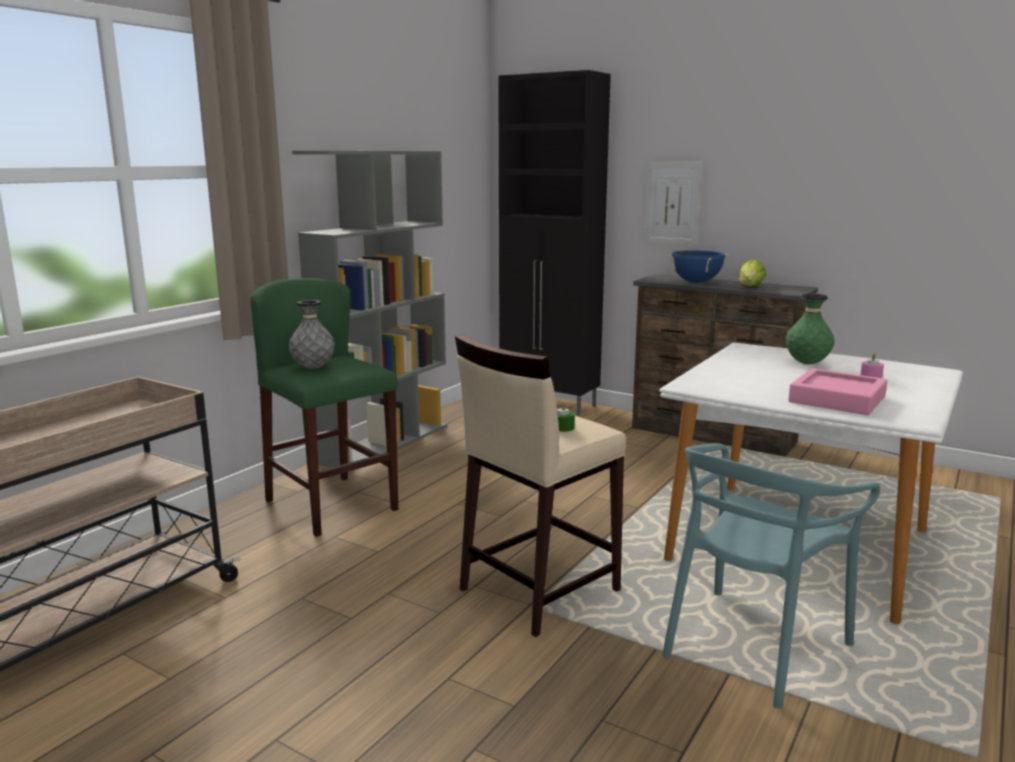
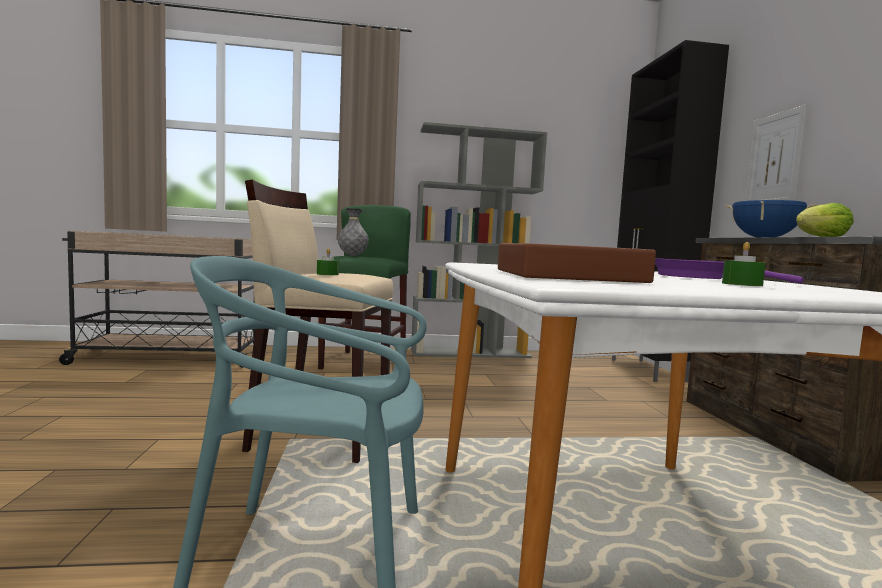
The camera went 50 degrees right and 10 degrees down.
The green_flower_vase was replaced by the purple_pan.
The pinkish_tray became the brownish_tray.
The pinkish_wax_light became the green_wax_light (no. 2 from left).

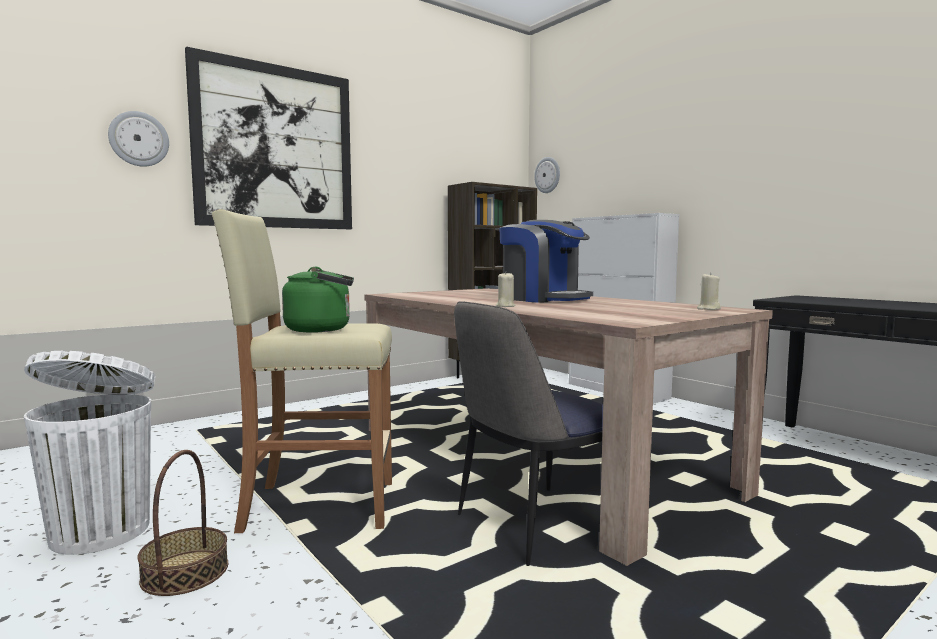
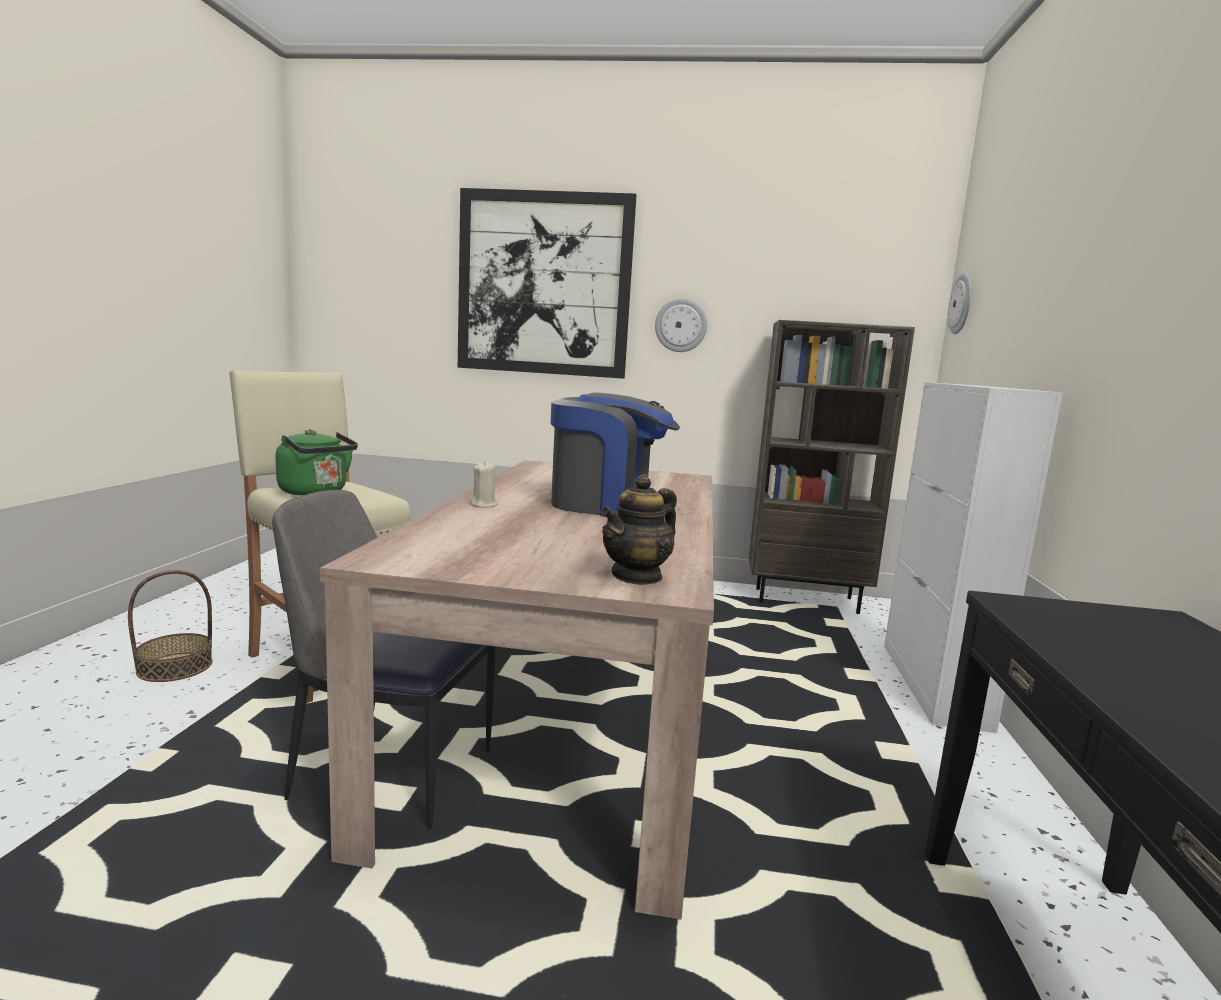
The camera went 45 degrees right and 5 degrees up.
The white_trash_can disappeared.
The hanging_clock (no. 1 from left) moved.
The coffee_machine turned 75 degrees counterclockwise.
The sand-coloured_wax_light (no. 2 from left) was replaced by the teapot.

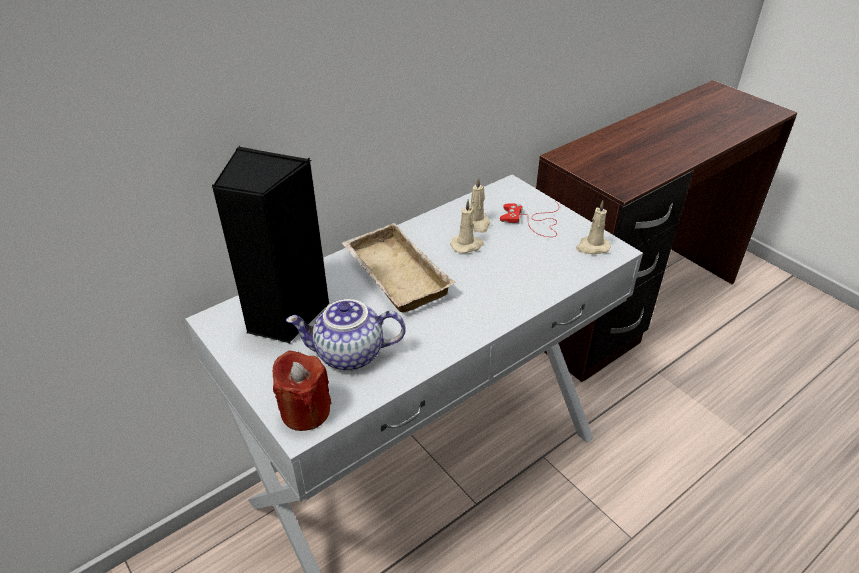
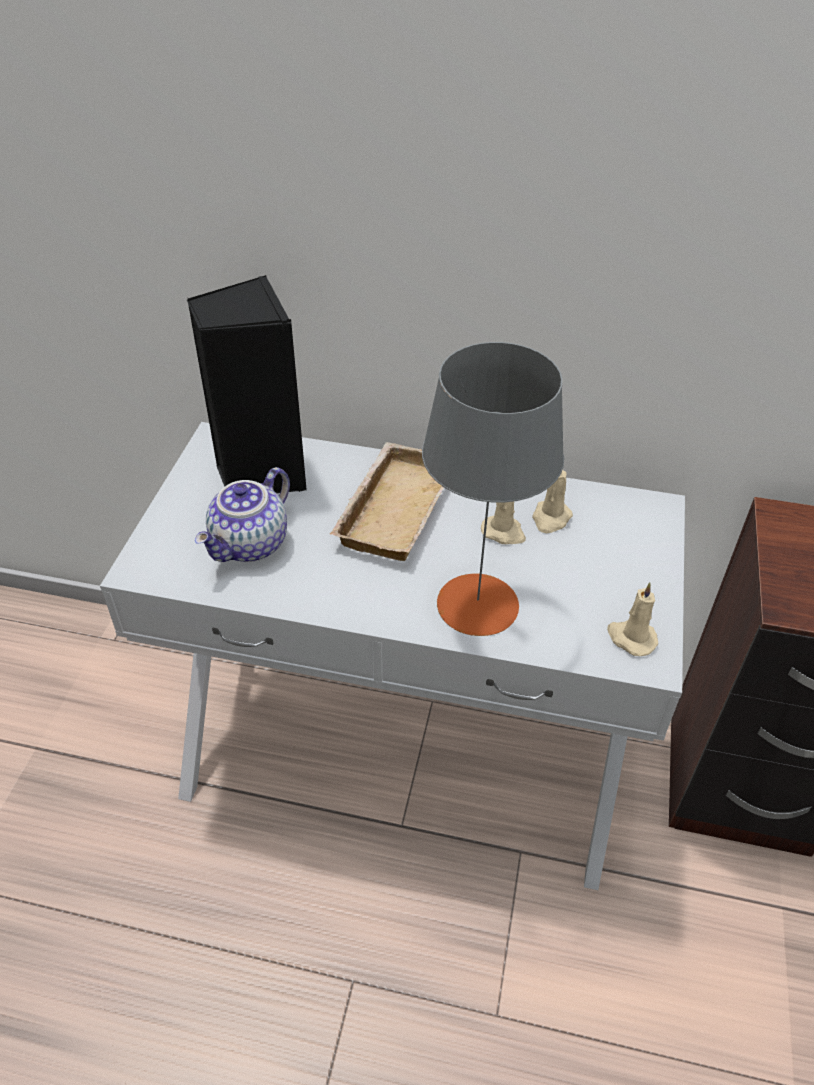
The camera went 50 degrees right and 5 degrees up.
The reddish_wax_light disappeared.
The teapot turned 105 degrees counterclockwise.
The reddish_joypad disappeared.
The gray_table_lamp appeared.

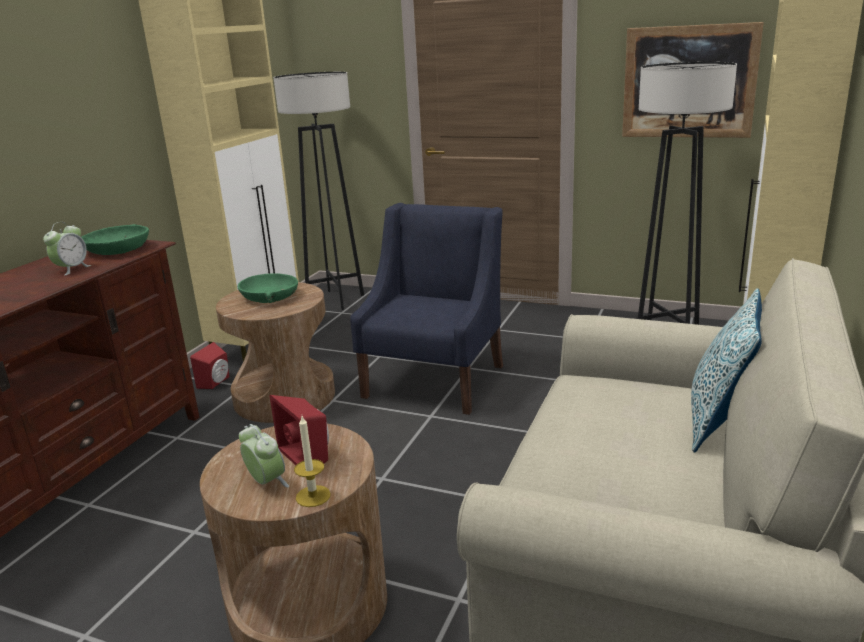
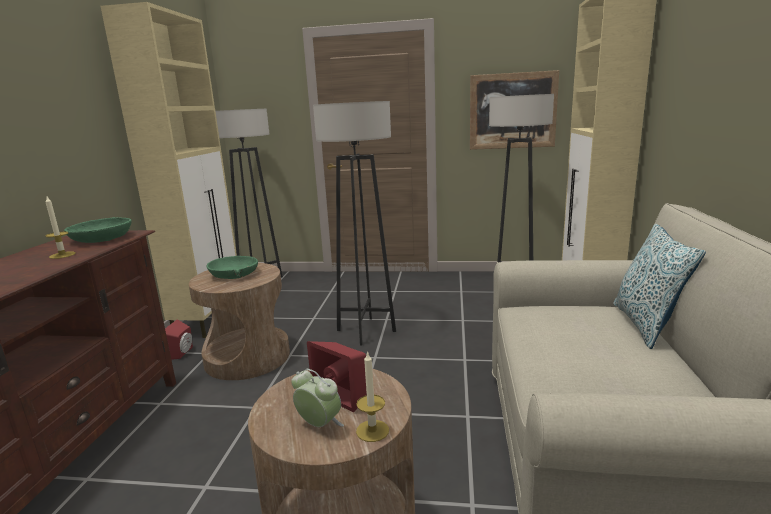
The camera went 15 degrees left and 5 degrees down.
The bedside_clock (no. 1 from left) was replaced by the wax_light (no. 1 from left).
The blue_easy_chair was replaced by the gray_floor_lamp (no. 2 from left).

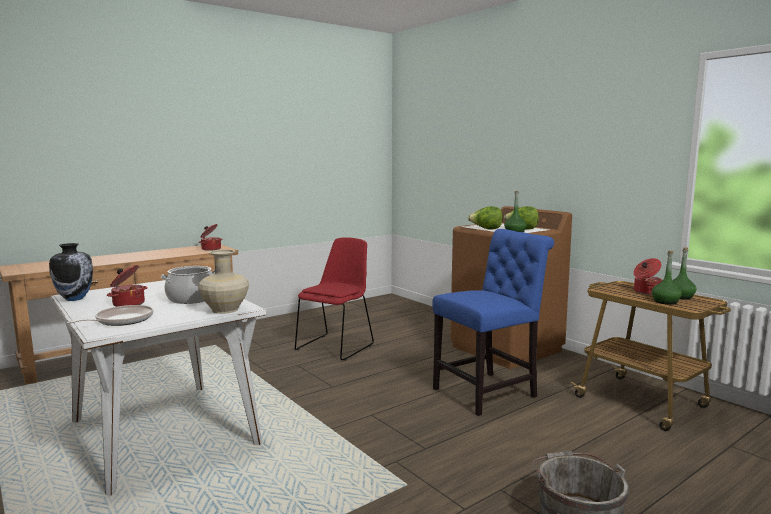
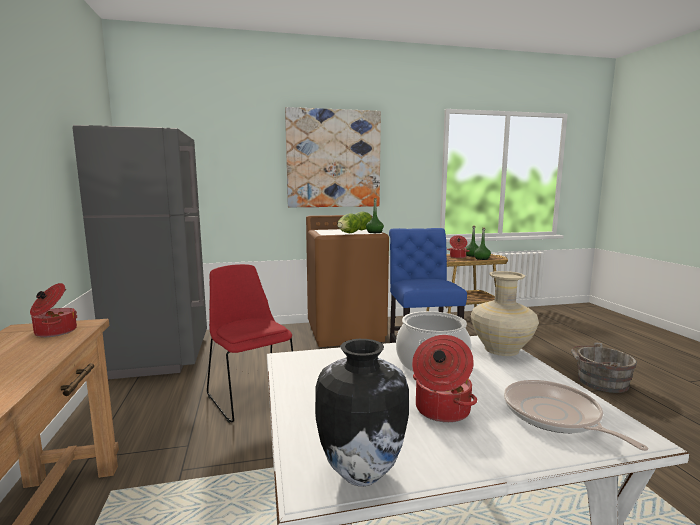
The camera went 65 degrees left and 0 degrees up.
The gray_refrigerator appeared.
The picture appeared.

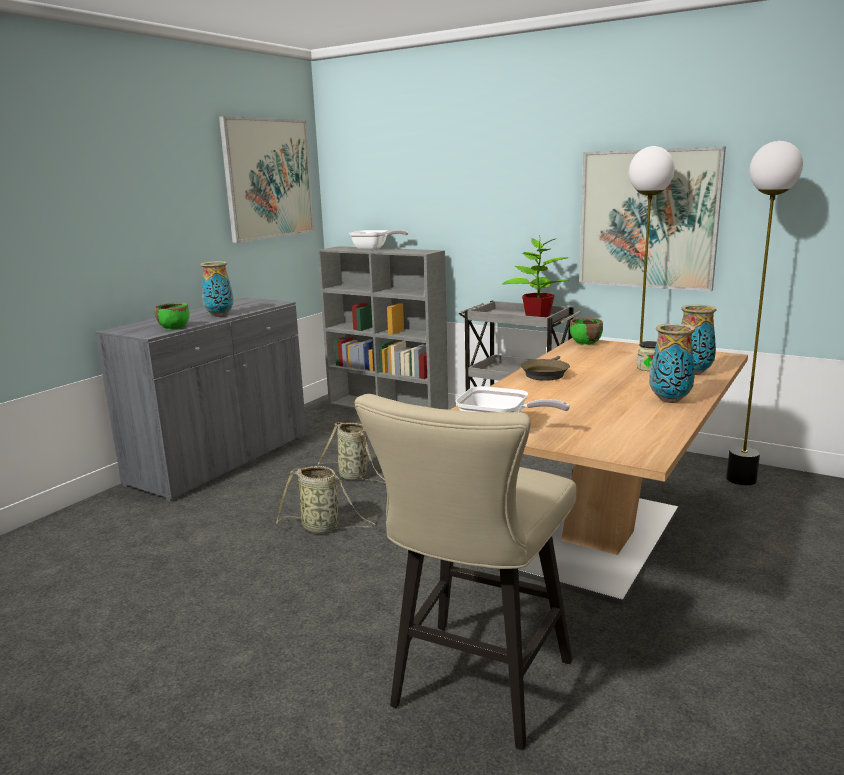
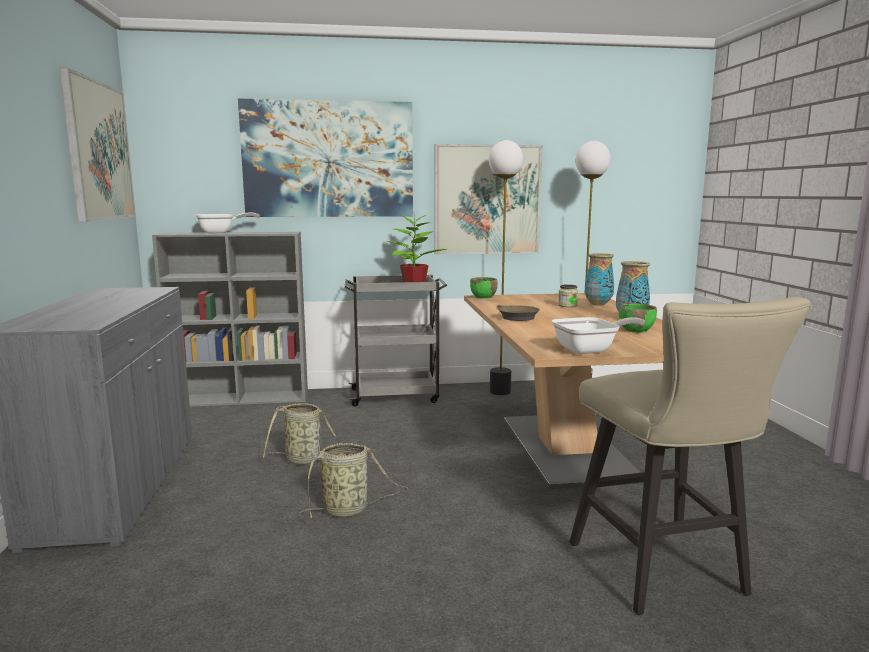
The camera went 40 degrees left and 5 degrees down.
The green_bowl (no. 1 from left in the first image) moved.
The flower_vase (no. 1 from left) disappeared.
The picture (no. 2 from left) appeared.

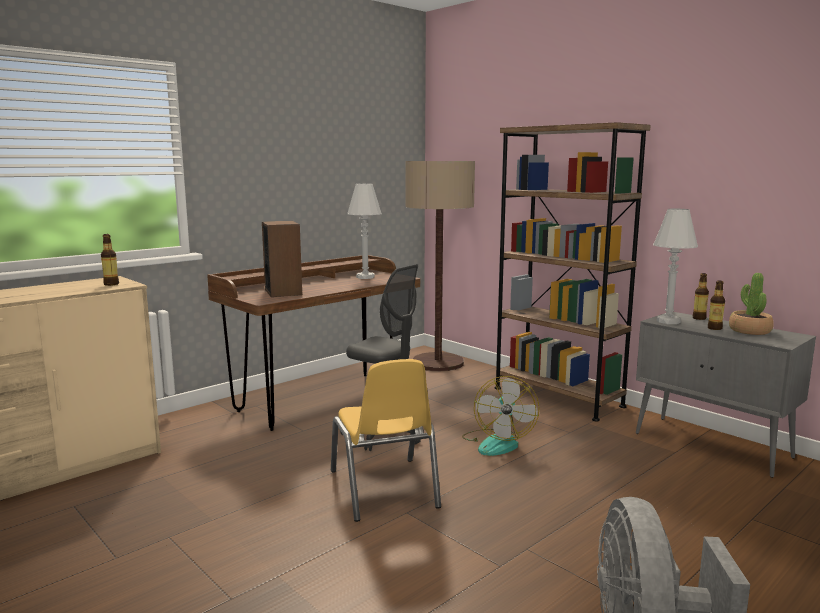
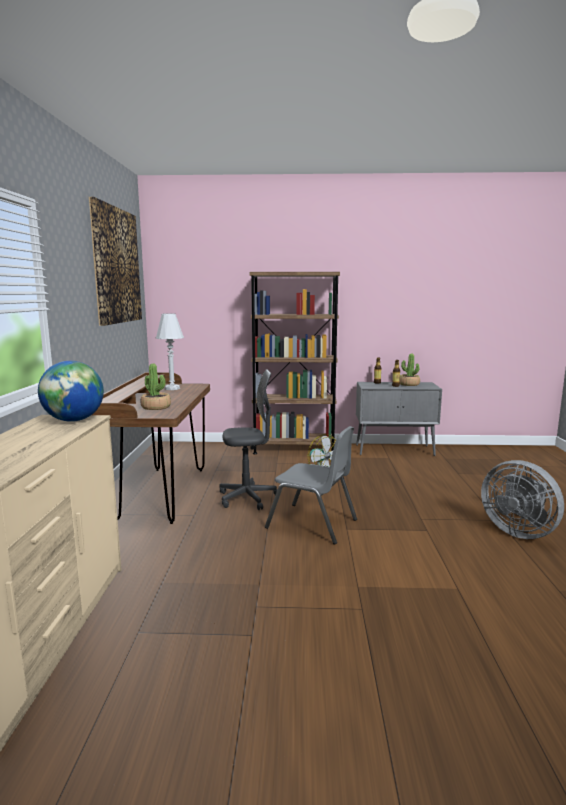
The camera went 45 degrees left and 0 degrees up.
The drink_bottle (no. 1 from left) was replaced by the desk_globe.
The speaker was replaced by the plant_in_a_pot (no. 1 from left).
The yellowish_plain_chair became the gray_plain_chair.
The floor_lamp disappeared.
The white_table_lamp (no. 2 from left) disappeared.
The picture appeared.

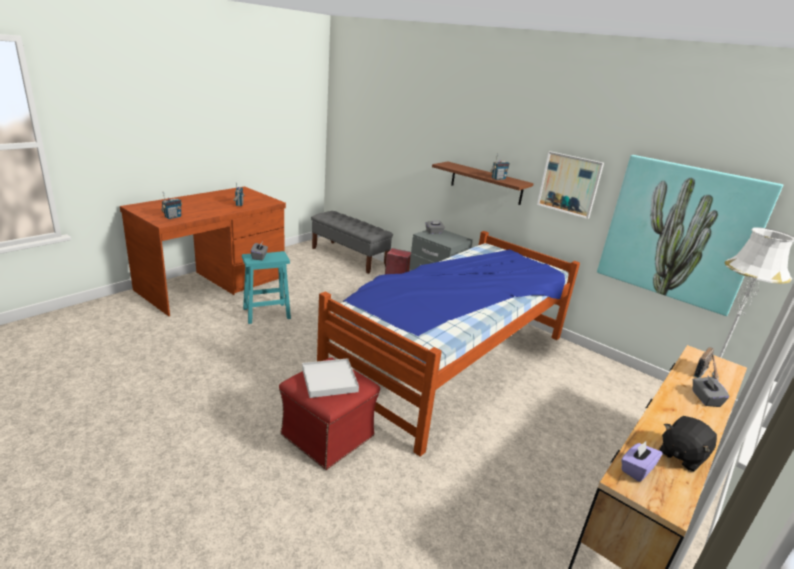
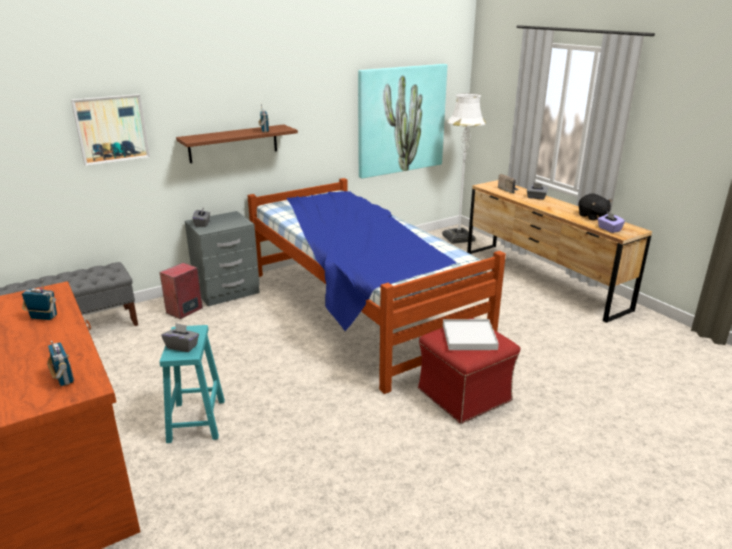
The camera went 70 degrees left and 0 degrees up.
The picture (no. 1 from left) moved.

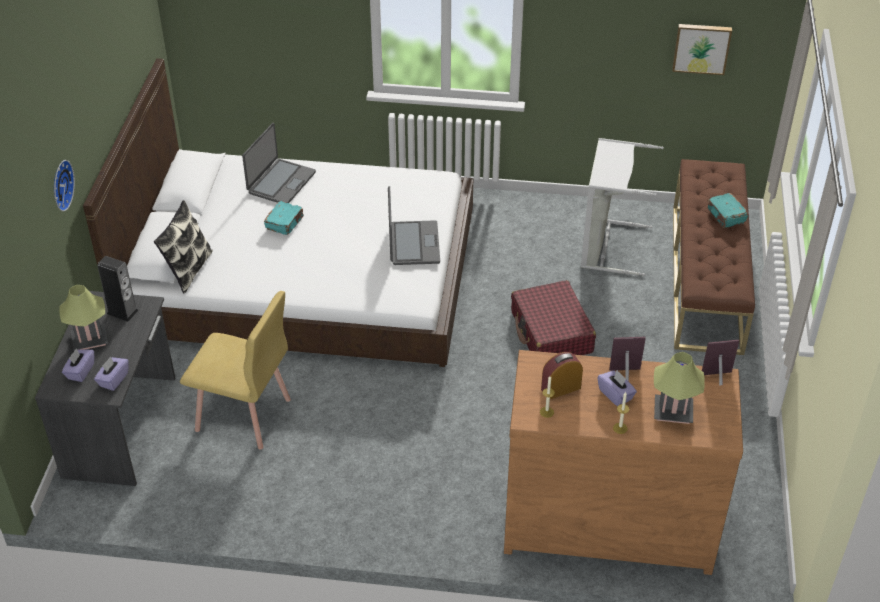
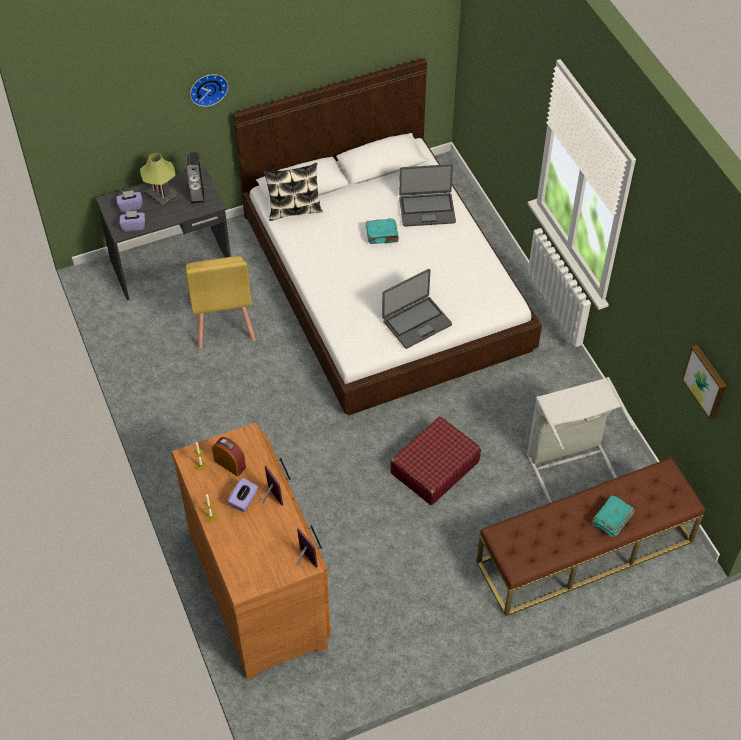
The camera went 60 degrees right and 10 degrees up.
The table_lamp (no. 2 from left) disappeared.

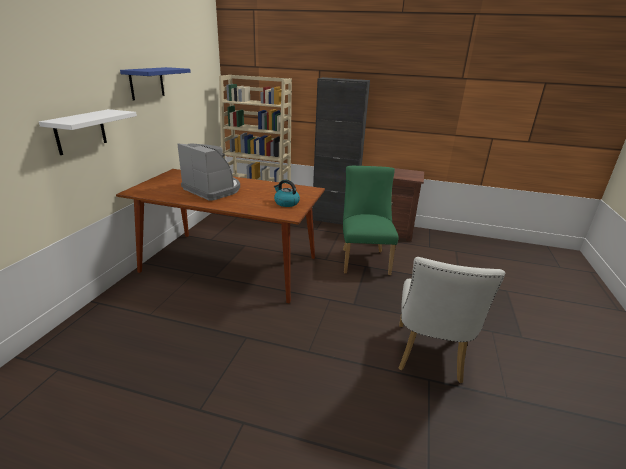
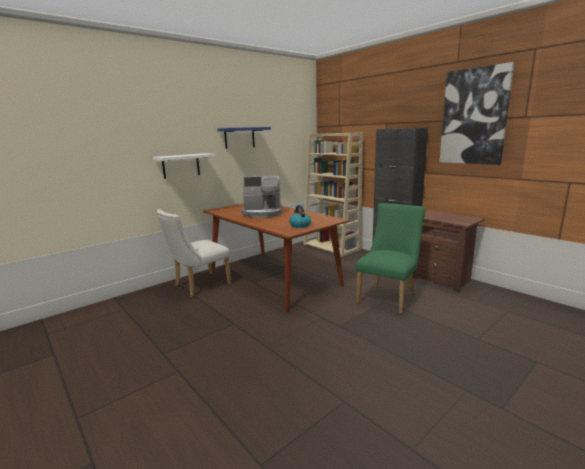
The camera went 35 degrees right and 10 degrees down.
The coffee_machine turned 105 degrees clockwise.
The white_plain_chair moved.
The picture appeared.

